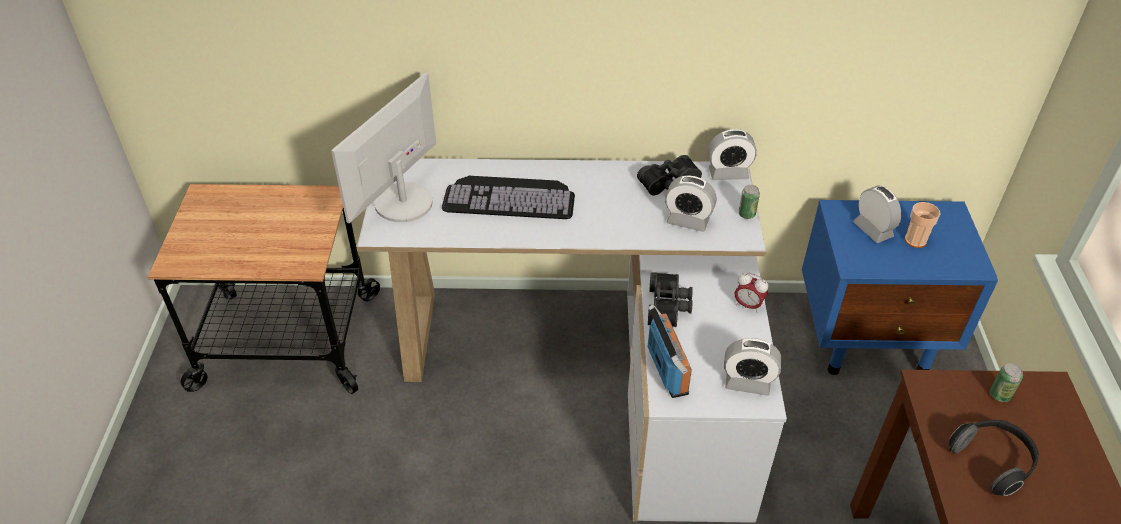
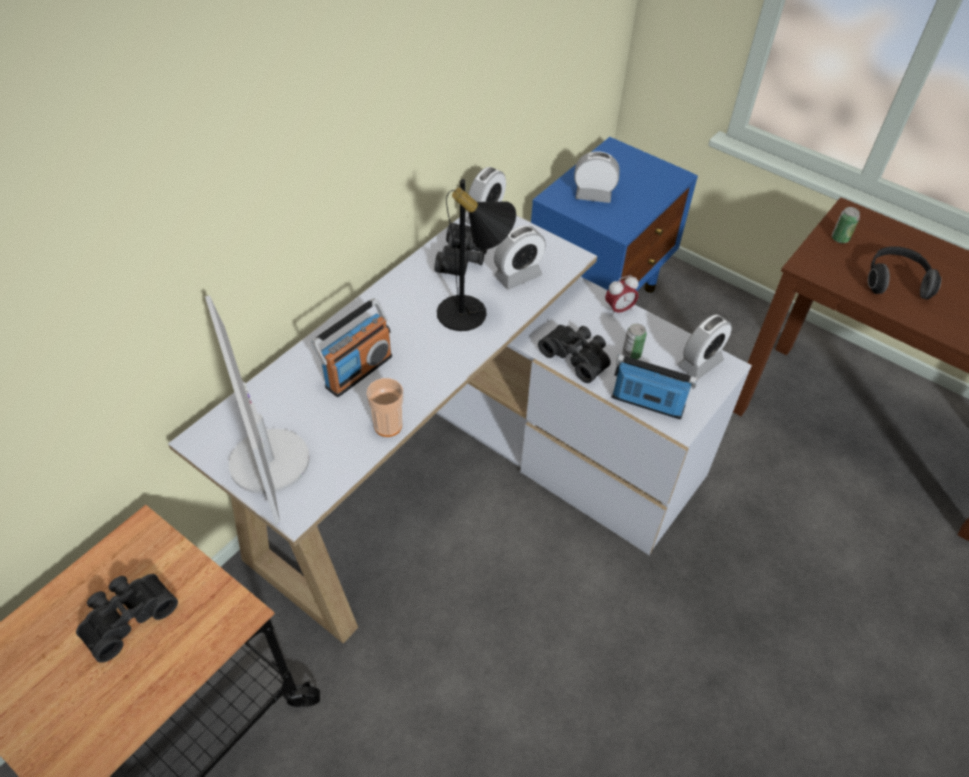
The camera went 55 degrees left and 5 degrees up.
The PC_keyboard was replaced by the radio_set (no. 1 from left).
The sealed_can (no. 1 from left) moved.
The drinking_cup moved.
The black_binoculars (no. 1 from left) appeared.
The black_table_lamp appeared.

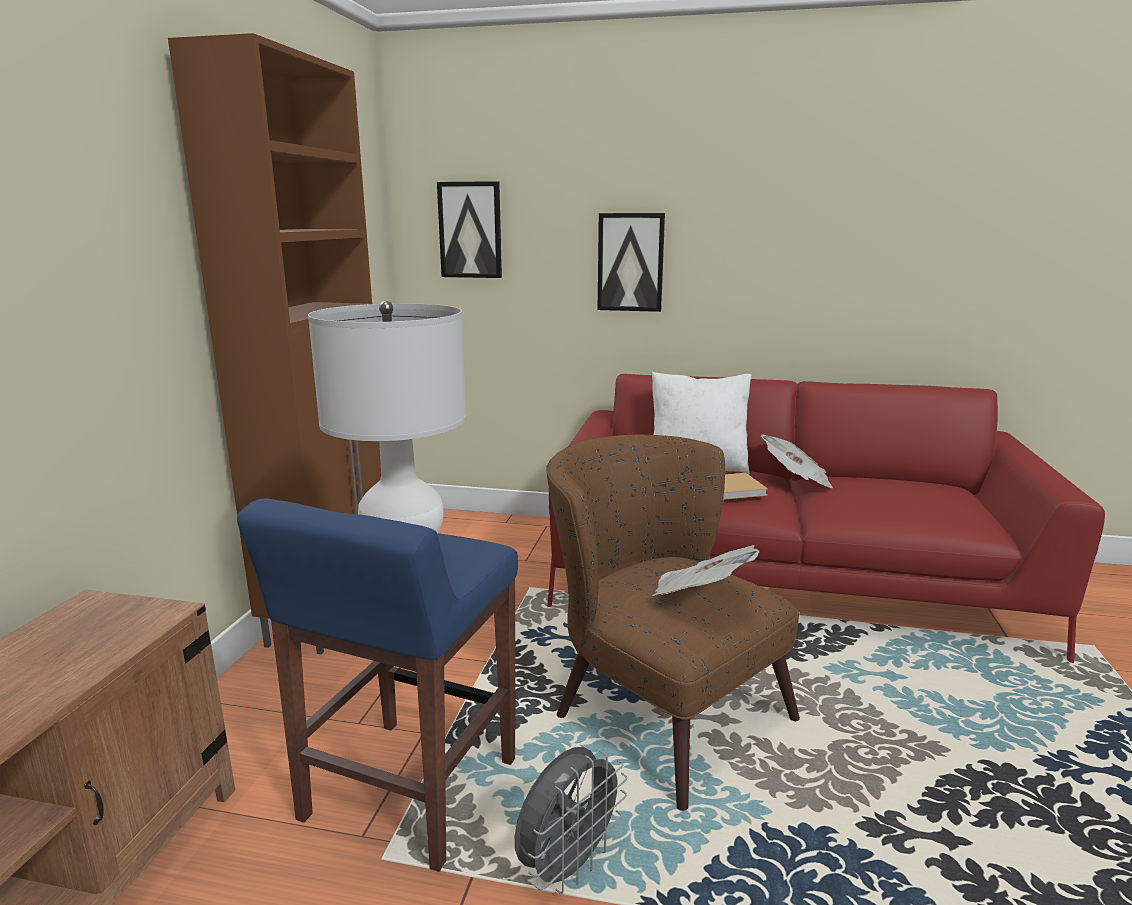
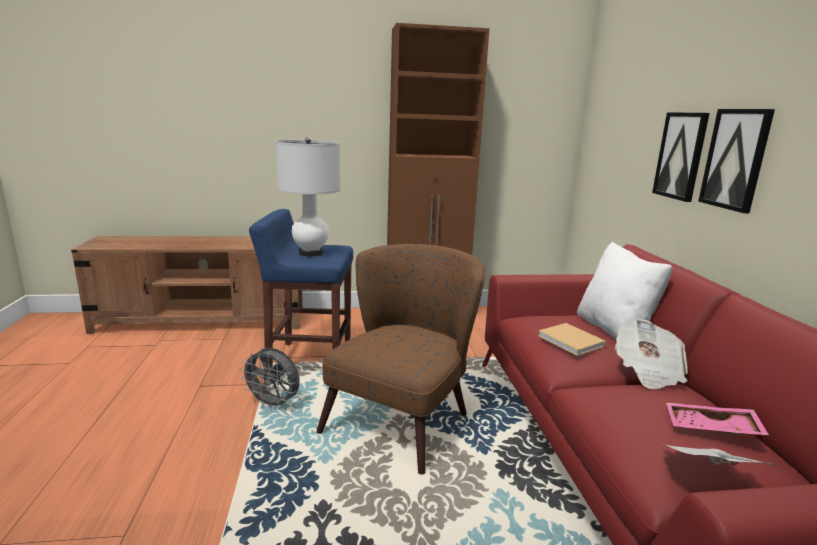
The camera went 70 degrees right and 0 degrees up.
The picture (no. 1 from left in the first image) moved.
The printed_paper (no. 1 from left in the first image) moved.
The pinkish_tray appeared.

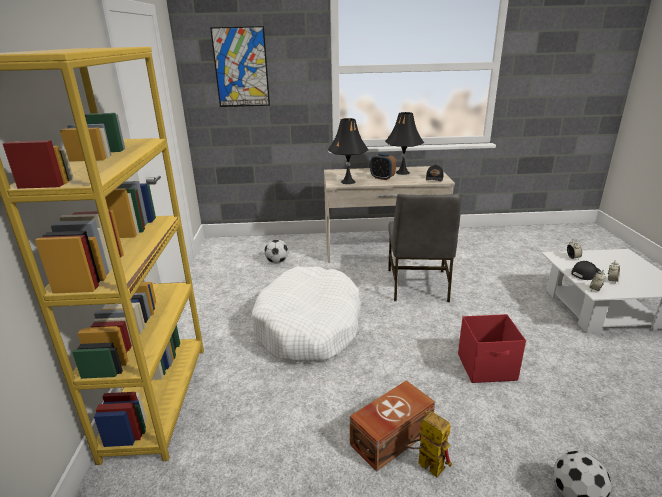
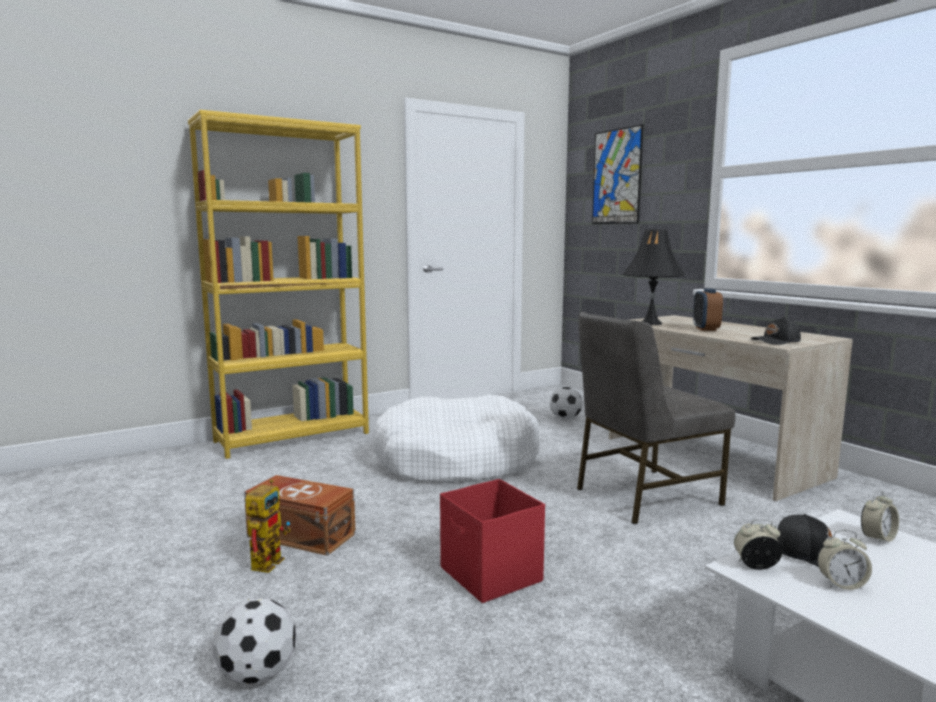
The camera went 60 degrees right and 15 degrees down.
The black_table_lamp (no. 2 from left) disappeared.

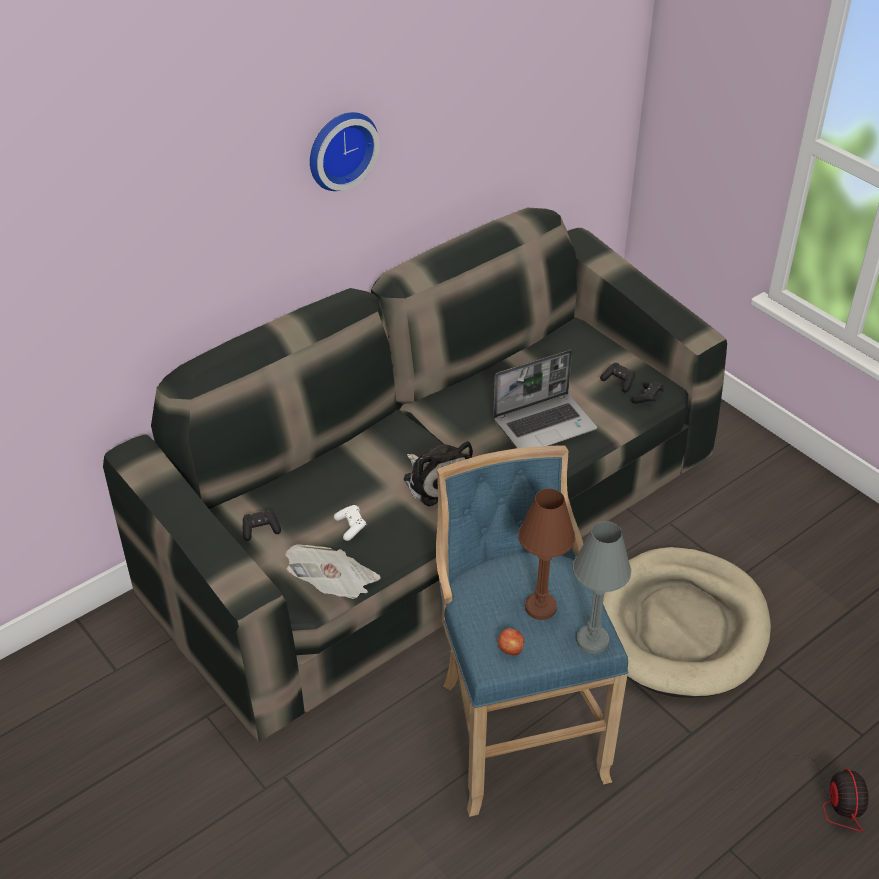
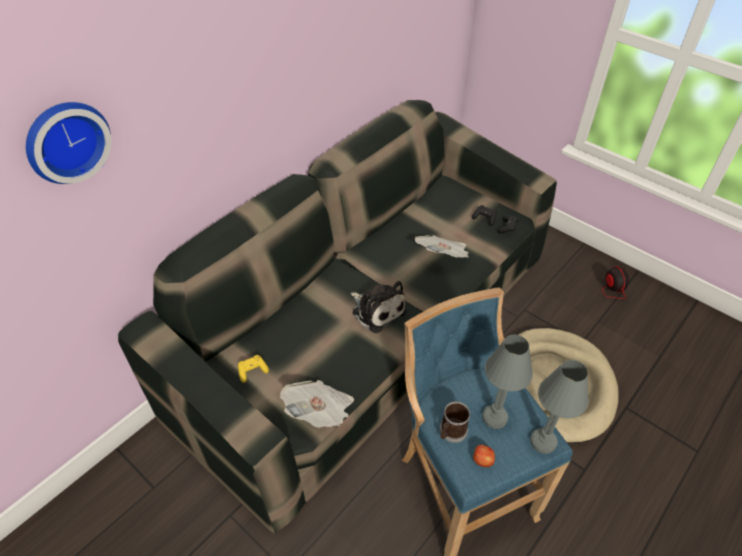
The camera went 10 degrees left and 5 degrees up.
The black_joypad (no. 1 from left) became the yellowish_joypad.
The hanging_clock moved.
The white_joypad disappeared.
The portable_computer was replaced by the printed_paper (no. 2 from left).
The brownish_table_lamp became the gray_table_lamp (no. 1 from left).
The fan moved.
The mug appeared.

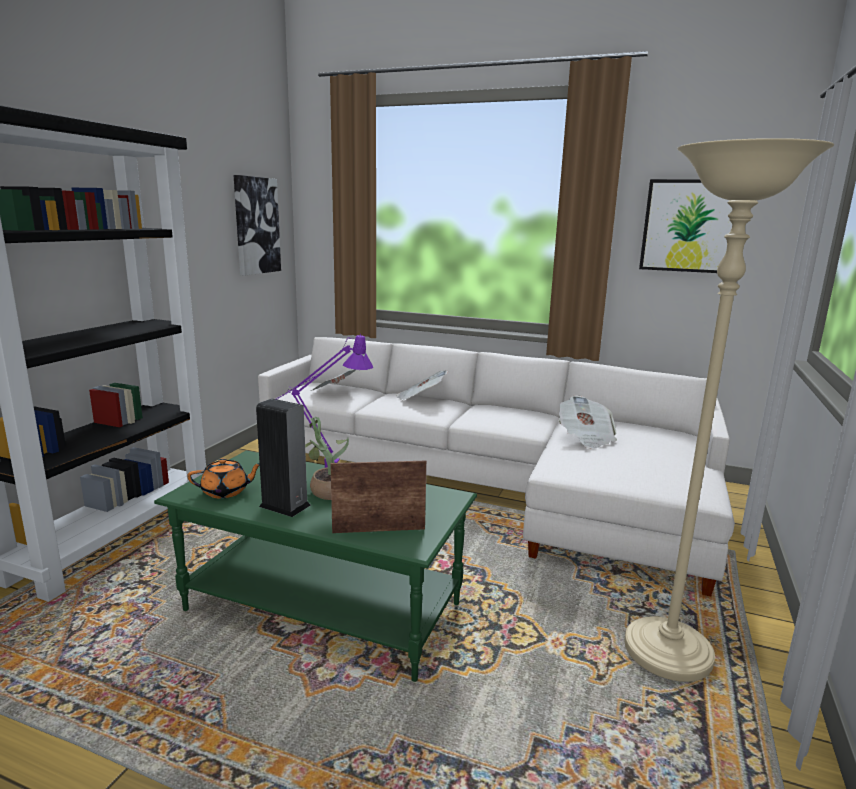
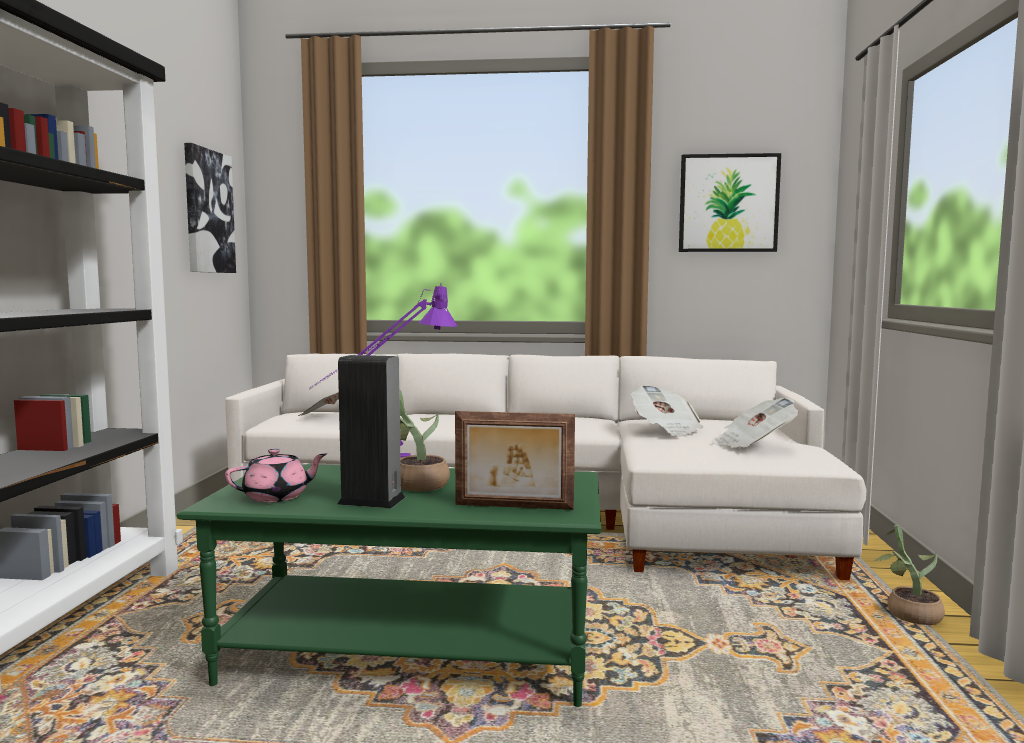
The camera went 15 degrees left and 10 degrees down.
The orangey_teapot became the pinkish_teapot.
The picture_frame turned 150 degrees counterclockwise.
The printed_paper (no. 2 from left in the first image) moved.
The sand-coloured_floor_lamp disappeared.
The plant_in_a_pot (no. 2 from left) appeared.

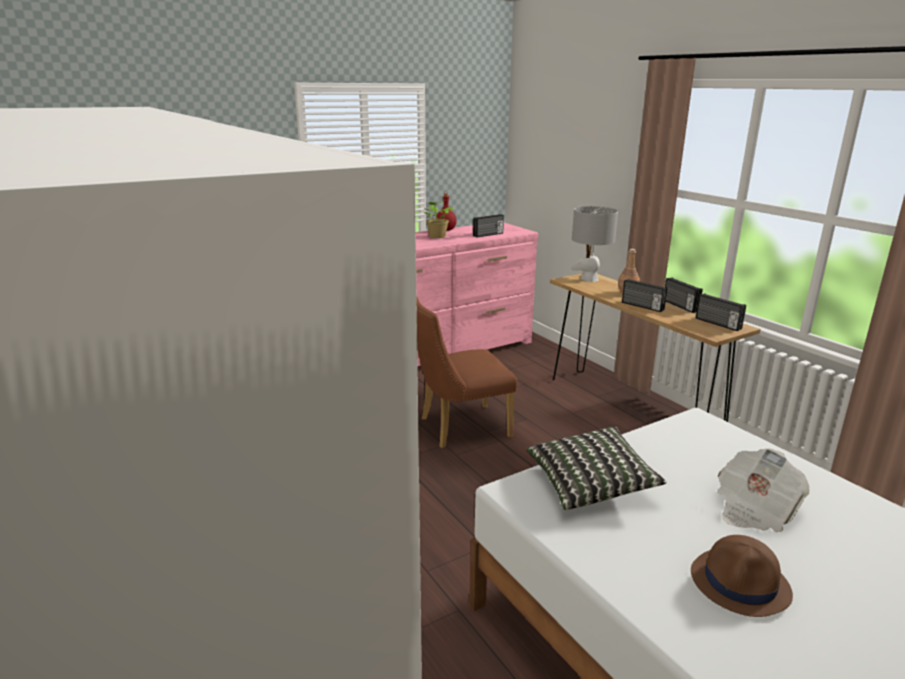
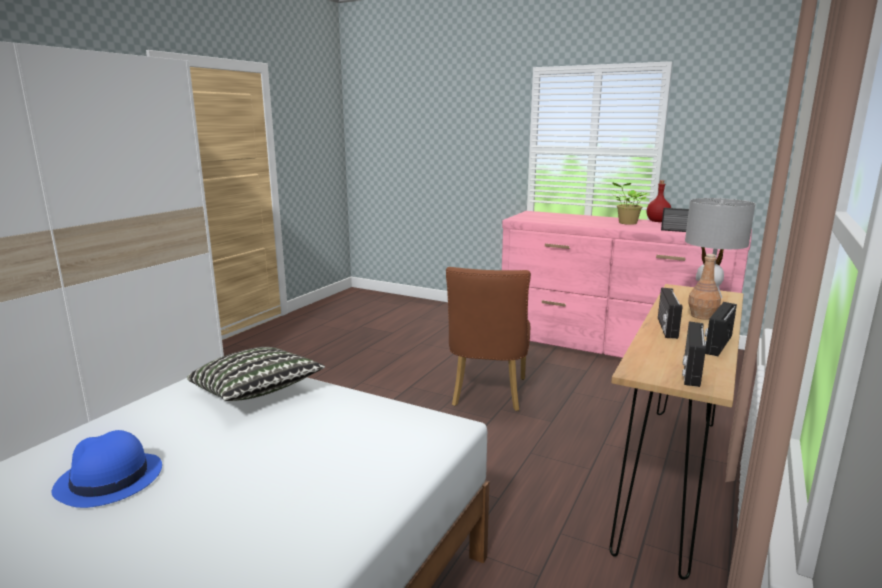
The camera went 60 degrees right and 5 degrees down.
The brownish_plain_chair turned 120 degrees counterclockwise.
The brownish_hat became the blue_hat.
The printed_paper disappeared.

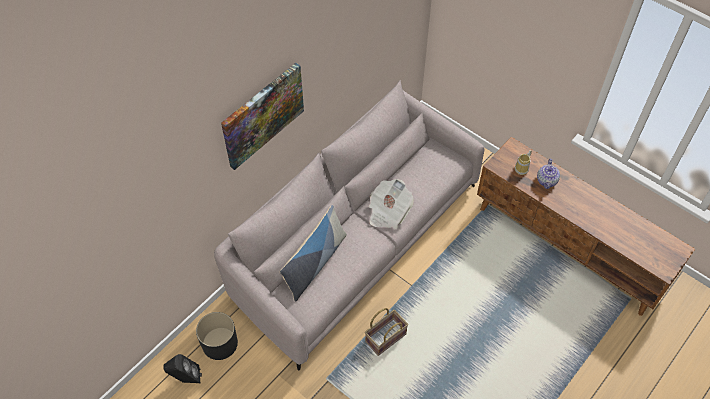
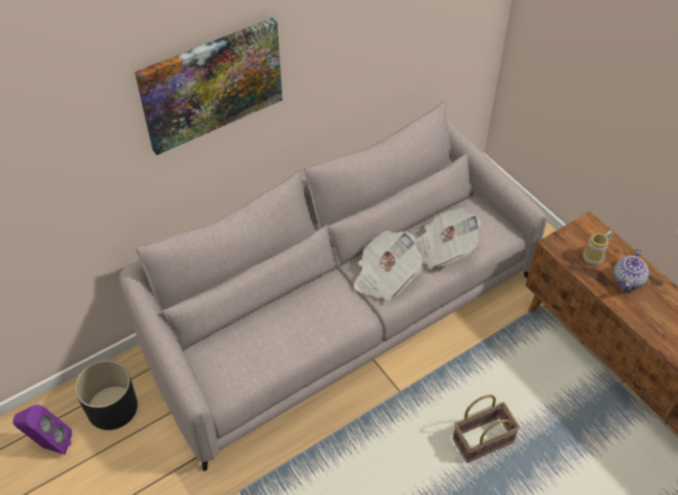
The camera went 15 degrees right and 5 degrees down.
The black_speaker became the purple_speaker.
The cushion disappeared.
The household_basket moved.
The printed_paper (no. 2 from left) appeared.

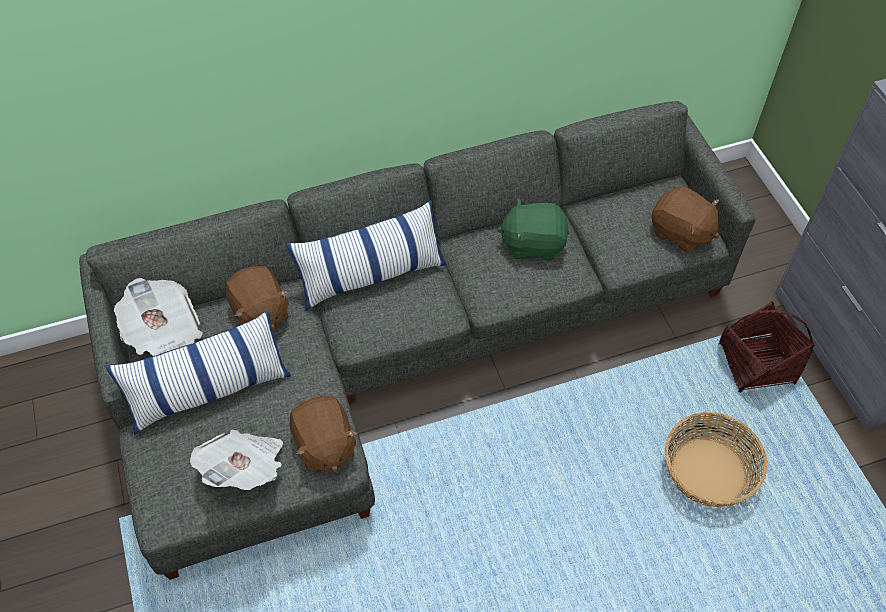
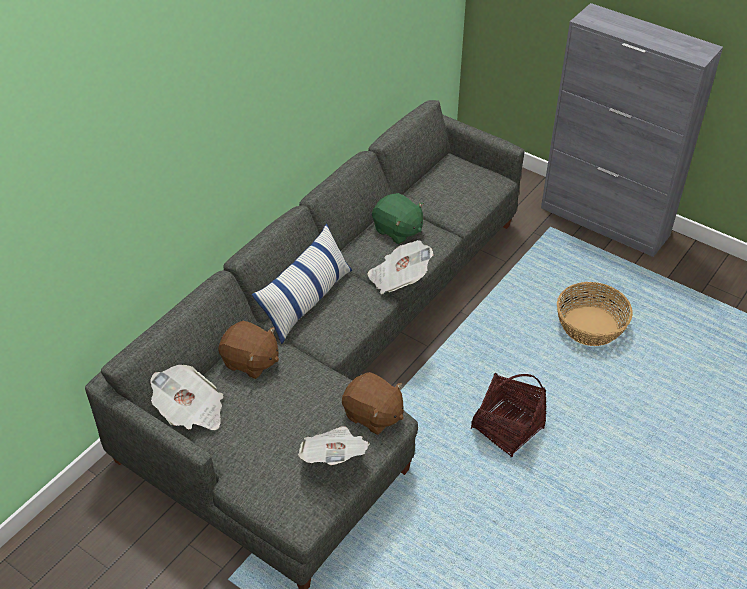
The camera went 35 degrees left and 10 degrees down.
The cushion (no. 1 from left) disappeared.
The green_cuddly_toy turned 105 degrees counterclockwise.
The brownish_cuddly_toy (no. 3 from left) disappeared.
The household_basket (no. 2 from left in the first image) moved.
The printed_paper (no. 3 from left) appeared.

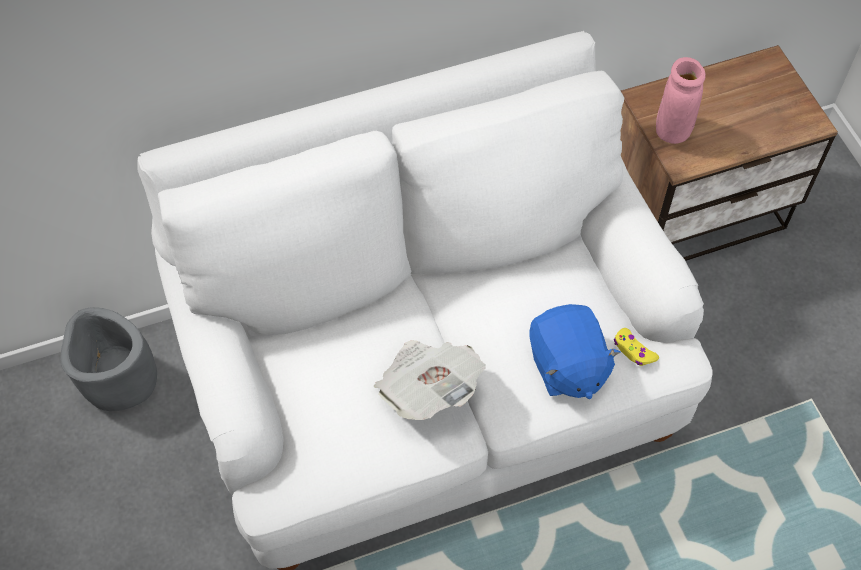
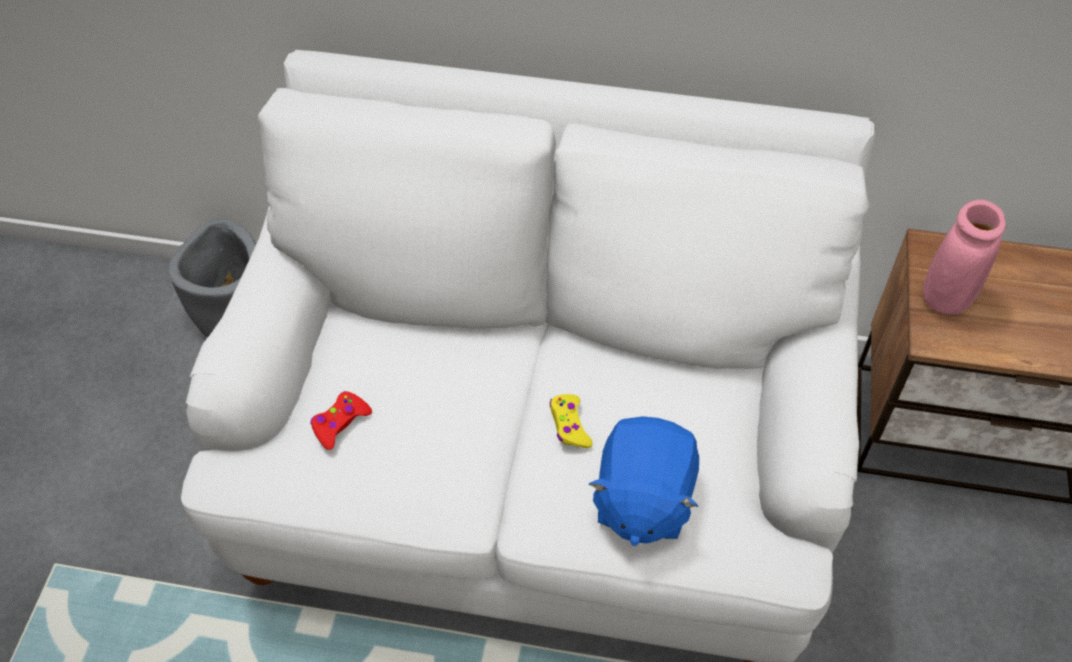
The camera went 30 degrees right and 5 degrees down.
The printed_paper disappeared.
The yellowish_joypad moved.
The reddish_joypad appeared.

